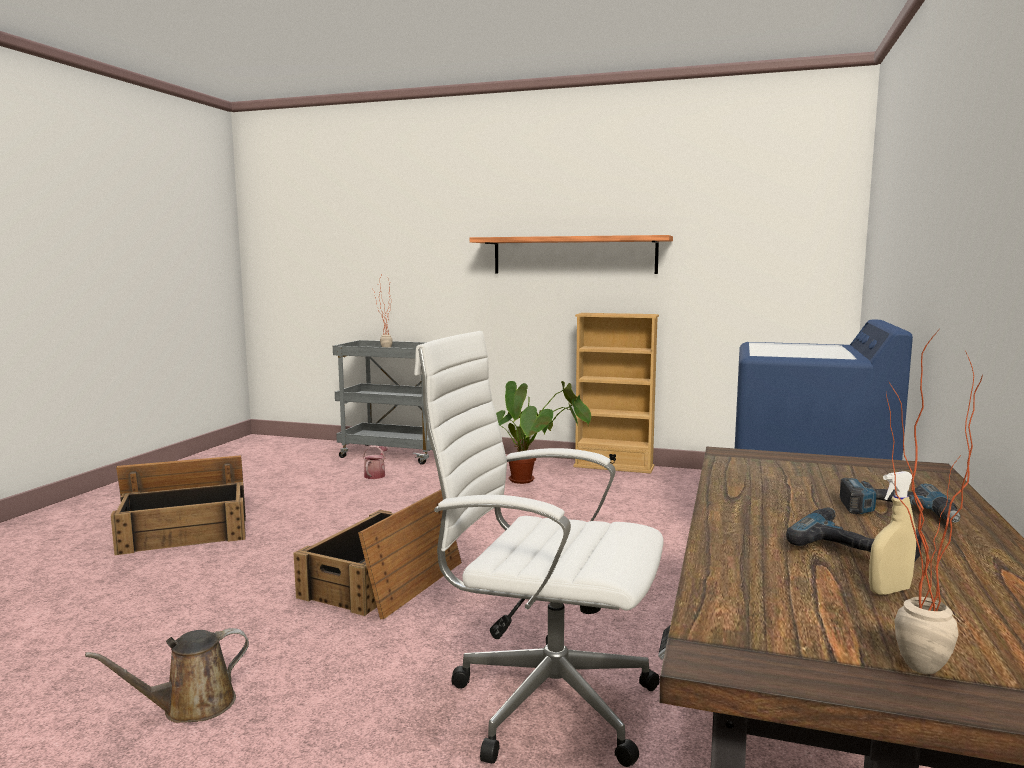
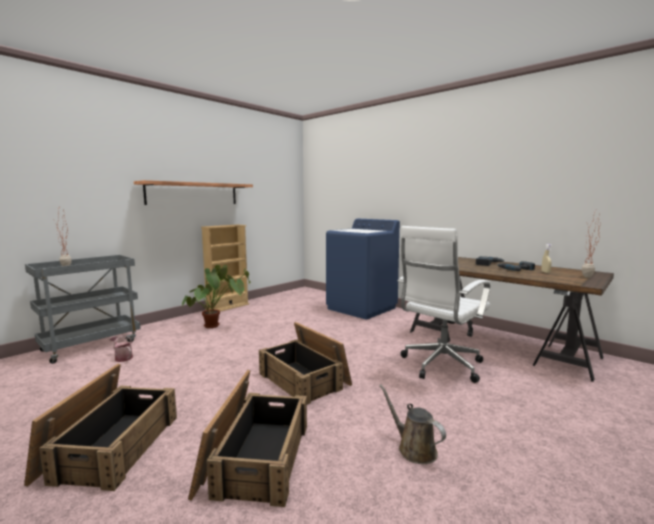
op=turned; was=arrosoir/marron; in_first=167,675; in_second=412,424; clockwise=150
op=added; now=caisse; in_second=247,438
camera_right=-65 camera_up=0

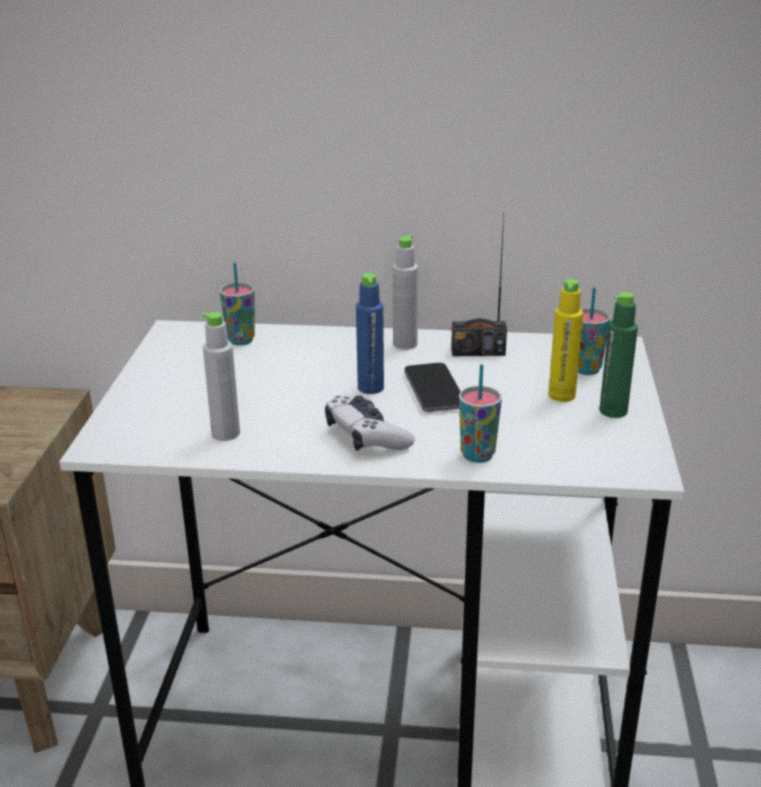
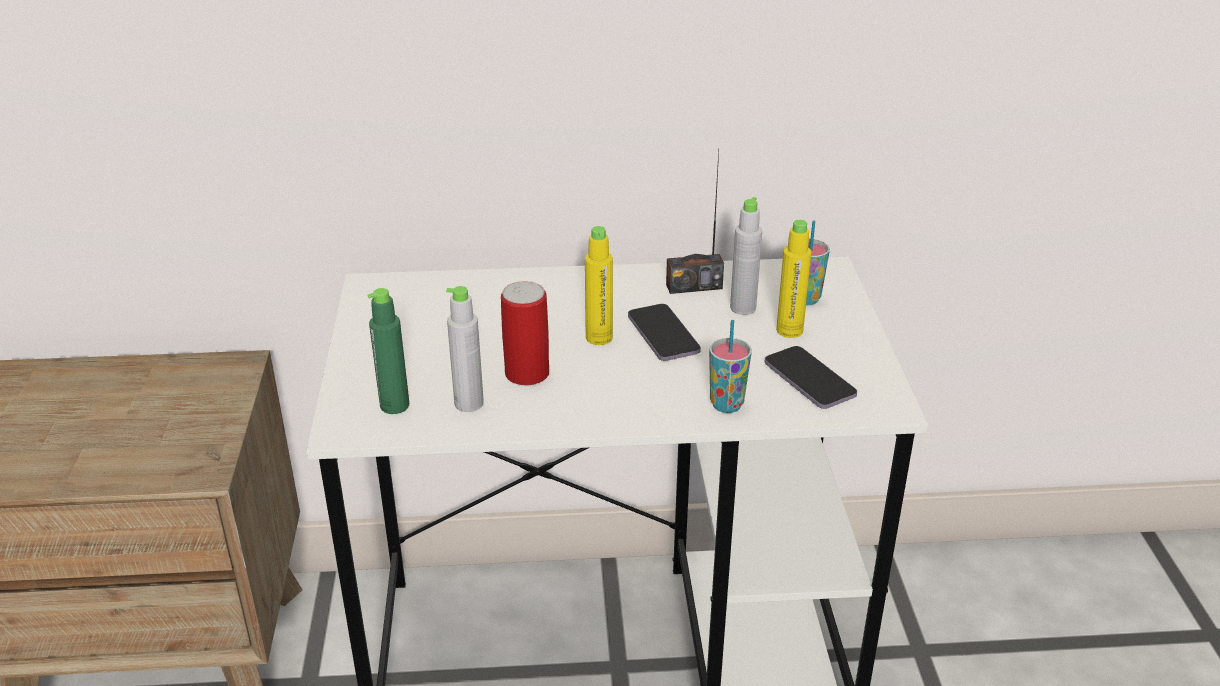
op=moved; was=bouteille/gris; in_first=405,292; in_second=746,256
op=removed; was=tasse; in_first=237,304
op=recoloured; was=bouteille/bleu; now=bouteille/jaune; in_first=370,333; in_second=599,285
op=moved; was=bouteille/vert; in_first=619,355; in_second=388,351
op=removed; was=manette; in_first=370,423
op=added; now=boîte métallique; in_second=525,333
op=added; now=téléphone; in_second=811,377
camera_right=-10 camera_up=5

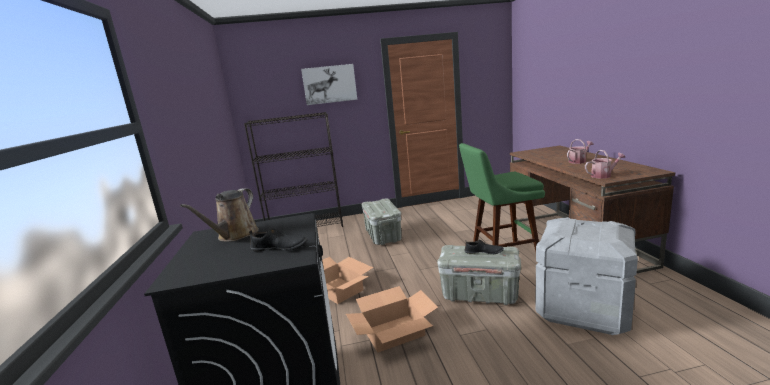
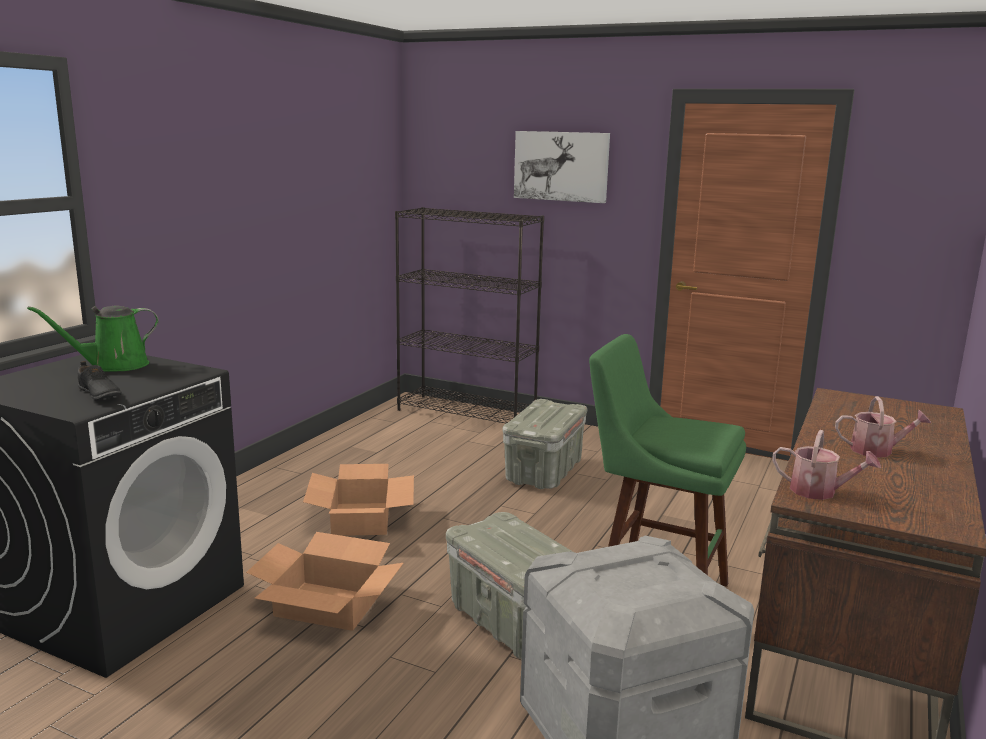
op=recoloured; was=arrosoir/marron; now=arrosoir/vert; in_first=219,215; in_second=93,339
op=removed; was=chaussure/noir; in_first=484,246
camera_right=35 camera_up=0

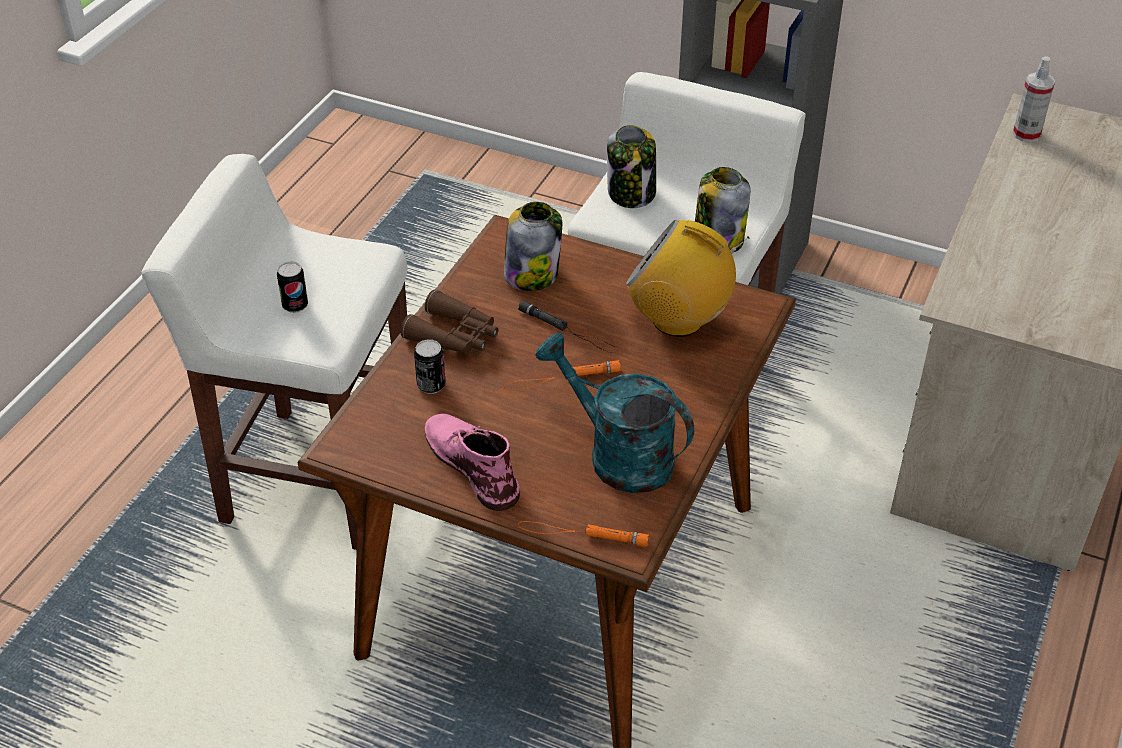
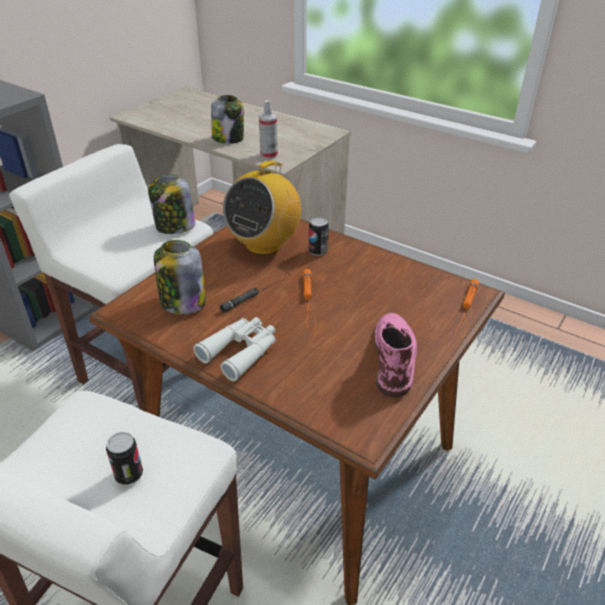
op=moved; was=vaporisateur; in_first=1034,99; in_second=268,129
op=moved; was=bocal; in_first=631,166; in_second=227,119
op=recoloured; was=jumelles/marron; now=jumelles/blanc; in_first=449,322; in_second=234,349
op=removed; was=arrosoir/turquoise; in_first=614,413
op=moved; was=boîte métallique; in_first=429,366; in_second=319,236
op=turned; was=botte/rose; in_first=472,462; in_second=395,355; clockwise=120
camera_right=-80 camera_up=-5

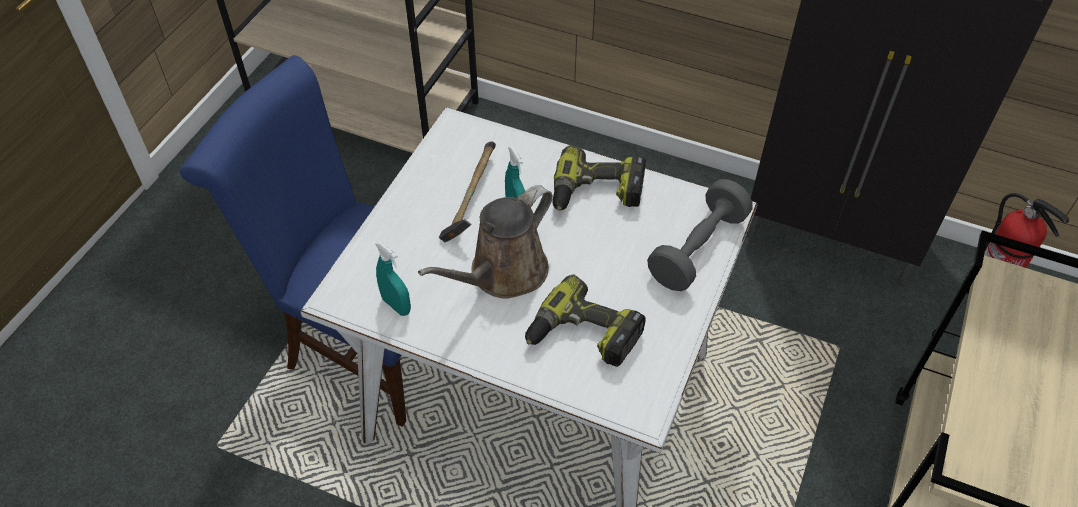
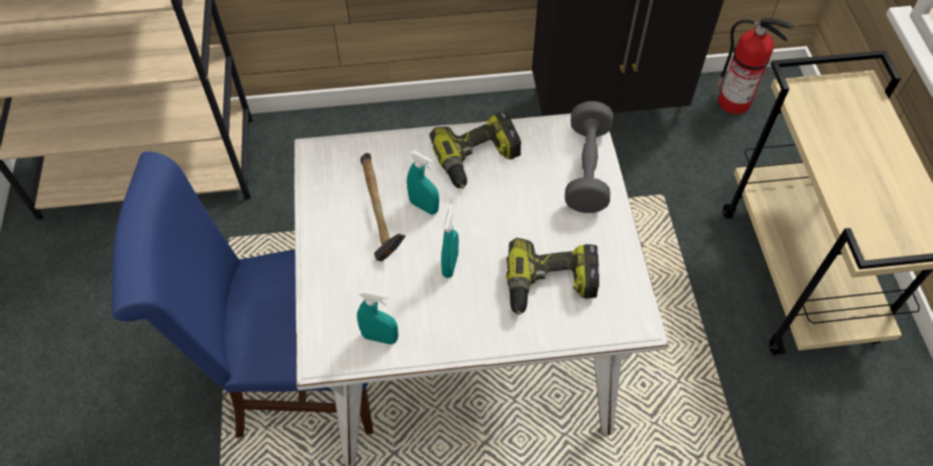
op=replaced; was=arrosoir/marron; now=vaporisateur/turquoise; in_first=485,242; in_second=450,241
camera_right=-30 camera_up=5

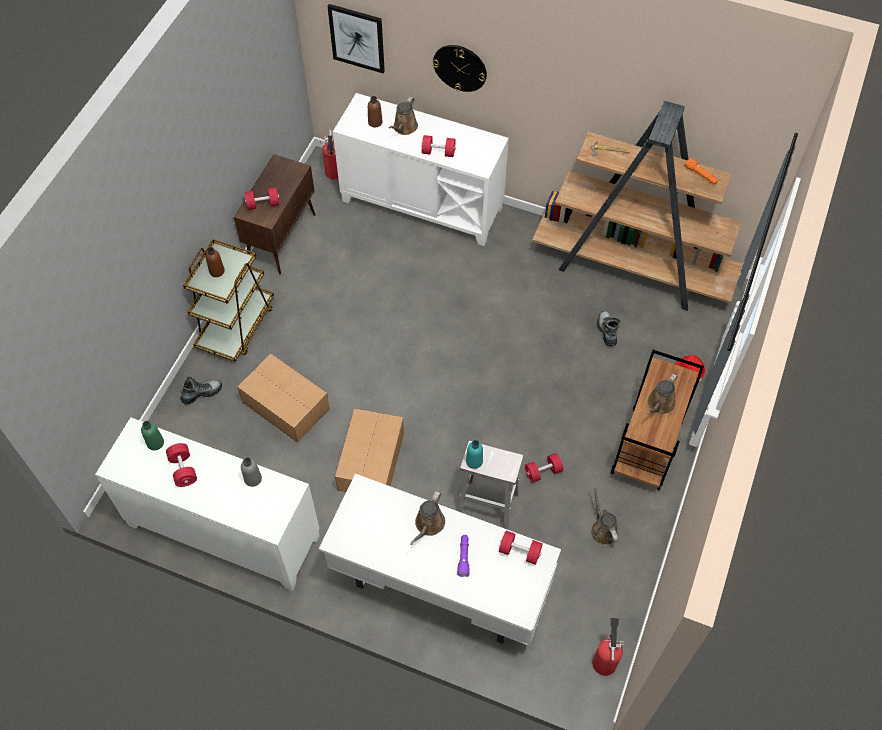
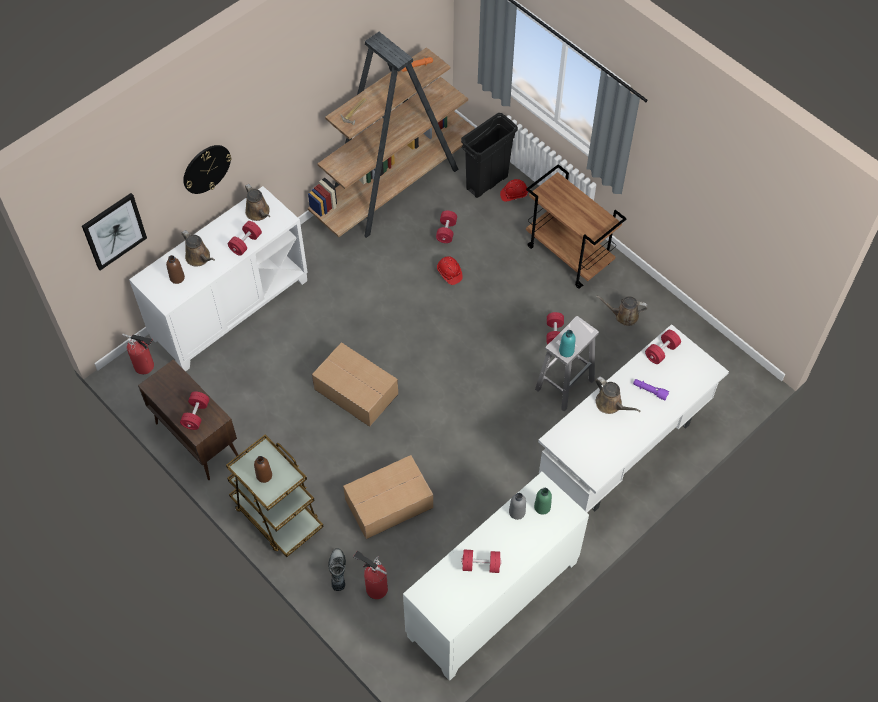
op=replaced; was=botte; now=haltère/rouge; in_first=608,328; in_second=446,227
op=moved; was=arrosoir/marron; in_first=661,394; in_second=257,202
op=moved; was=carton; in_first=369,450; in_second=355,384
op=moved; was=bouteille/vert; in_first=152,435; in_second=543,501
op=moved; was=extincteur; in_first=610,647; in_second=370,574
op=added; now=poubelle/noir; in_second=489,155
op=added; now=casque de chantier/rouge; in_second=450,270
camera_right=-65 camera_up=0

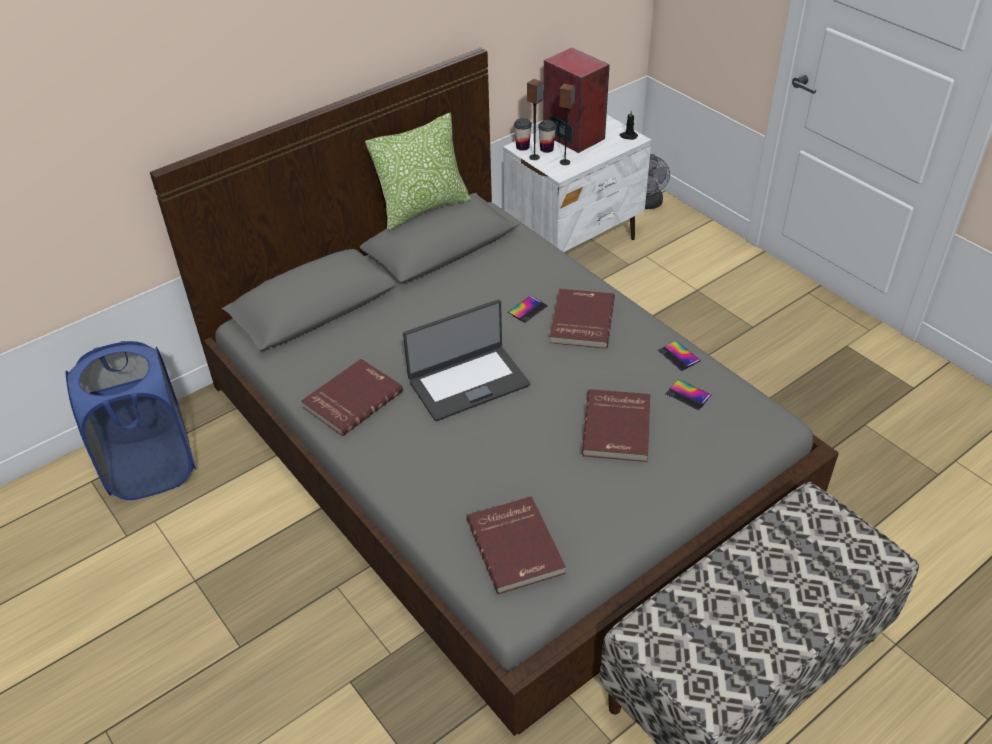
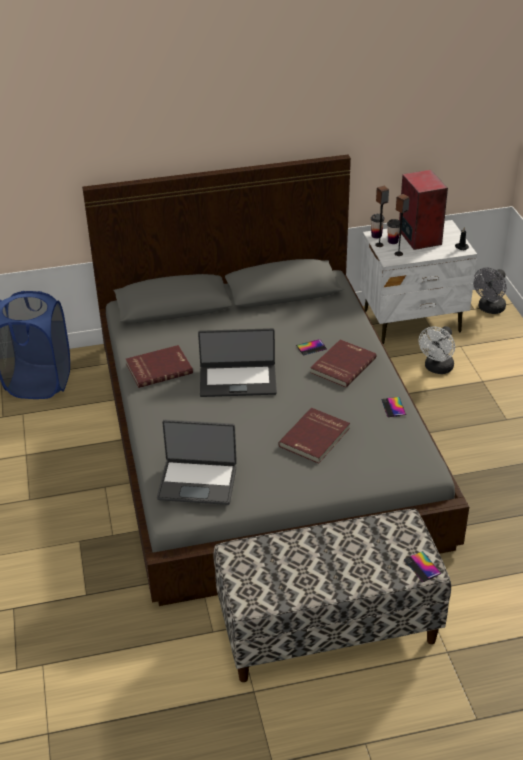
op=removed; was=coussin; in_first=417,171
op=moved; was=téléphone; in_first=688,394; in_second=423,566
op=replaced; was=livre/rouge; now=ordinateur portable; in_first=516,545; in_second=197,462
op=added; now=ventilateur/blanc; in_second=437,350
camera_right=25 camera_up=-5

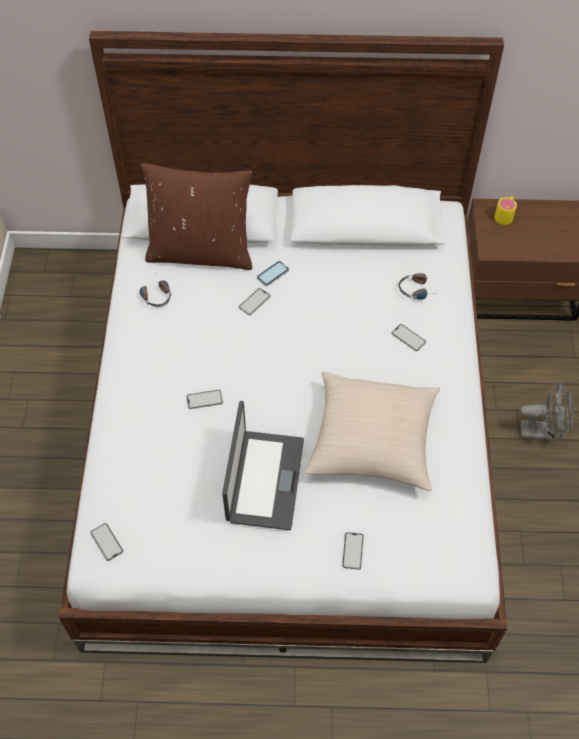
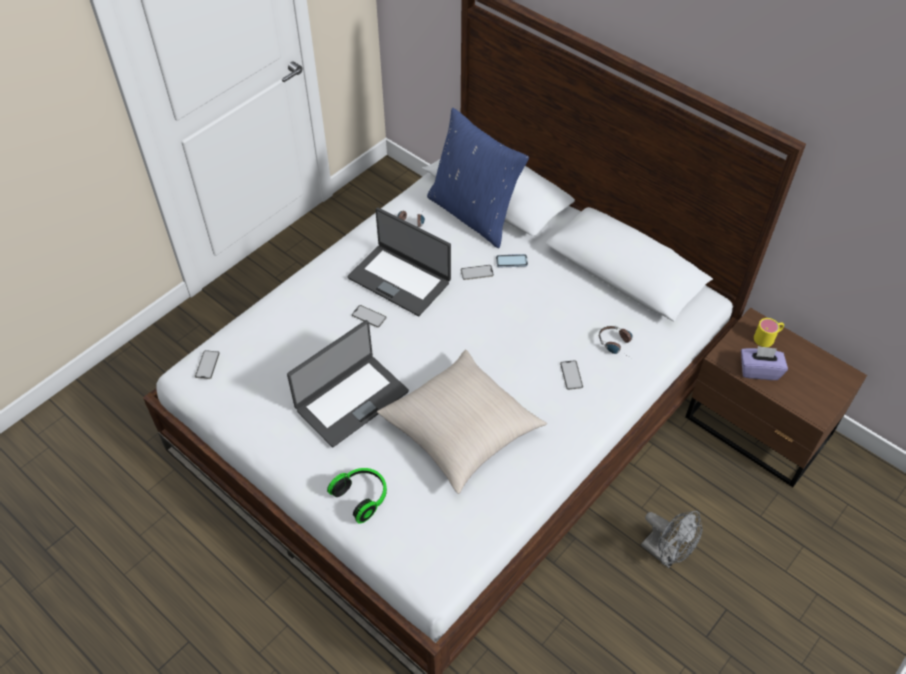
op=recoloured; was=coussin/marron; now=coussin/bleu; in_first=196,216; in_second=478,178
op=replaced; was=téléphone; now=casque audio; in_first=353,551; in_second=357,496
op=added; now=ordinateur portable; in_second=399,261
op=added; now=boîte à mouchoirs/violet; in_second=764,363
camera_right=40 camera_up=-5

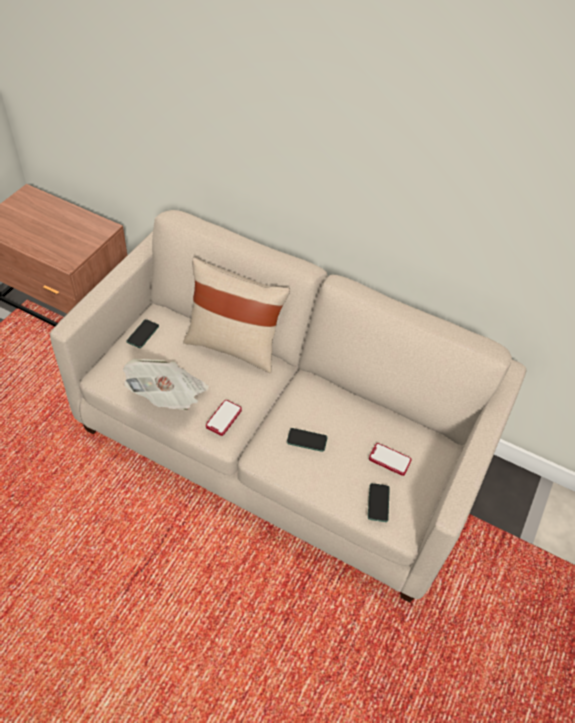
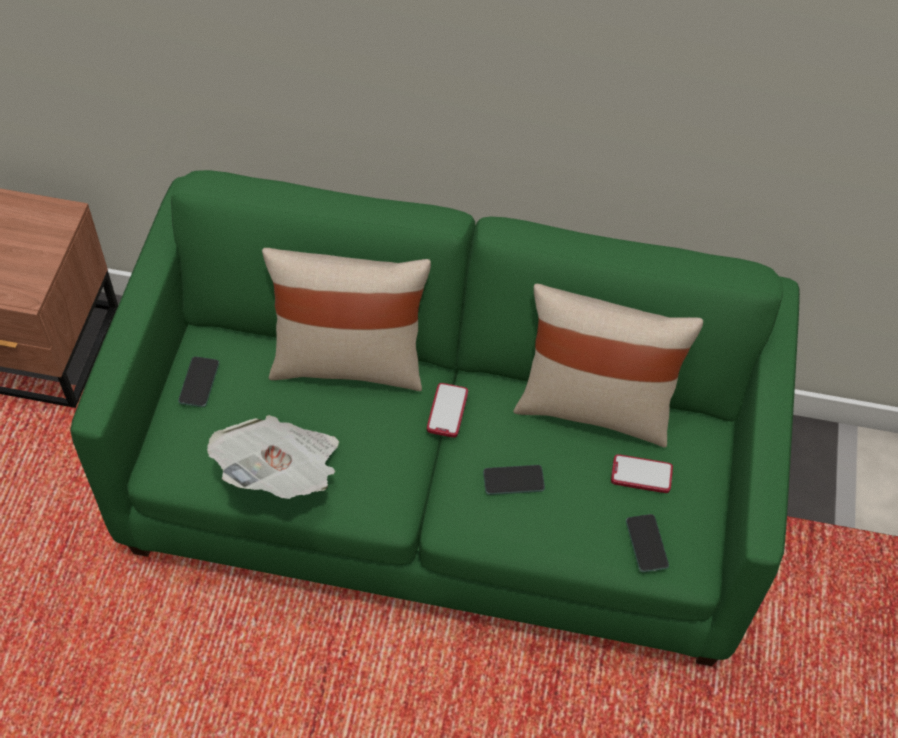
op=recoloured; was=canapé/beige; now=canapé/vert; in_first=288,406; in_second=435,418
op=moved; was=téléphone; in_first=224,418; in_second=447,410
op=added; now=coussin/beige; in_second=608,366
camera_right=-15 camera_up=5

